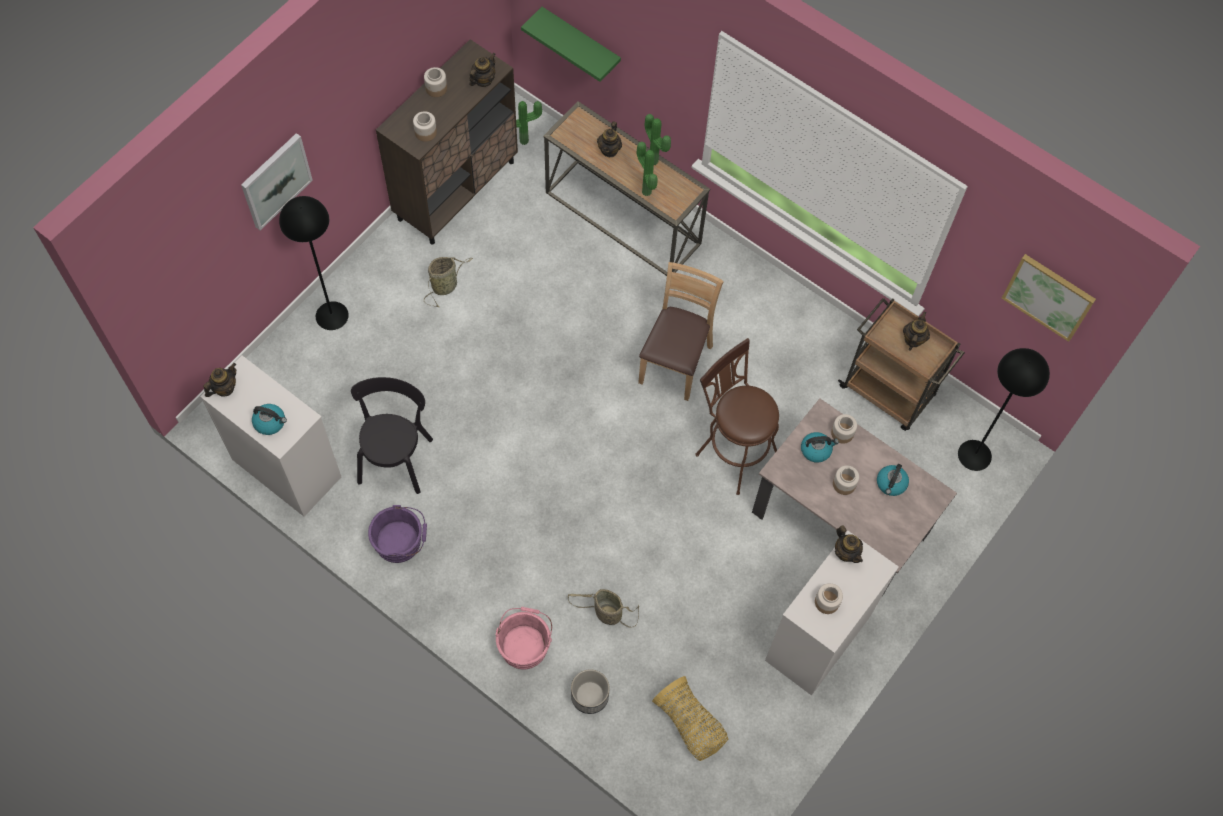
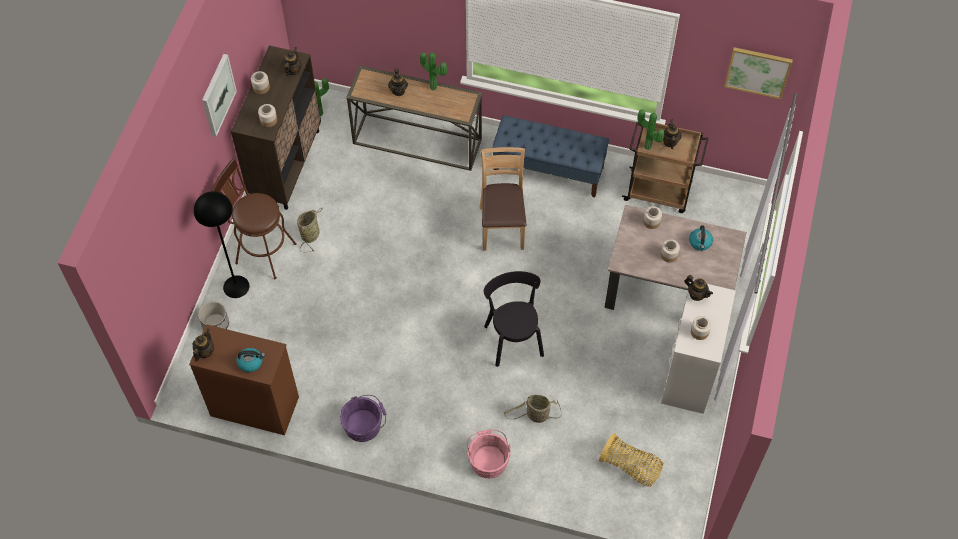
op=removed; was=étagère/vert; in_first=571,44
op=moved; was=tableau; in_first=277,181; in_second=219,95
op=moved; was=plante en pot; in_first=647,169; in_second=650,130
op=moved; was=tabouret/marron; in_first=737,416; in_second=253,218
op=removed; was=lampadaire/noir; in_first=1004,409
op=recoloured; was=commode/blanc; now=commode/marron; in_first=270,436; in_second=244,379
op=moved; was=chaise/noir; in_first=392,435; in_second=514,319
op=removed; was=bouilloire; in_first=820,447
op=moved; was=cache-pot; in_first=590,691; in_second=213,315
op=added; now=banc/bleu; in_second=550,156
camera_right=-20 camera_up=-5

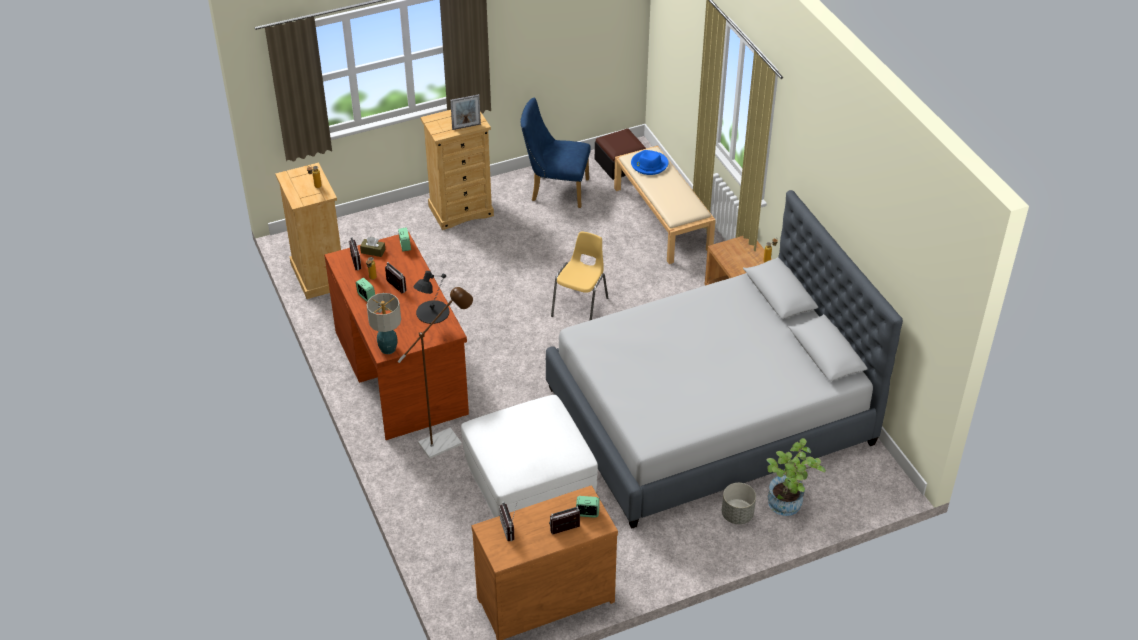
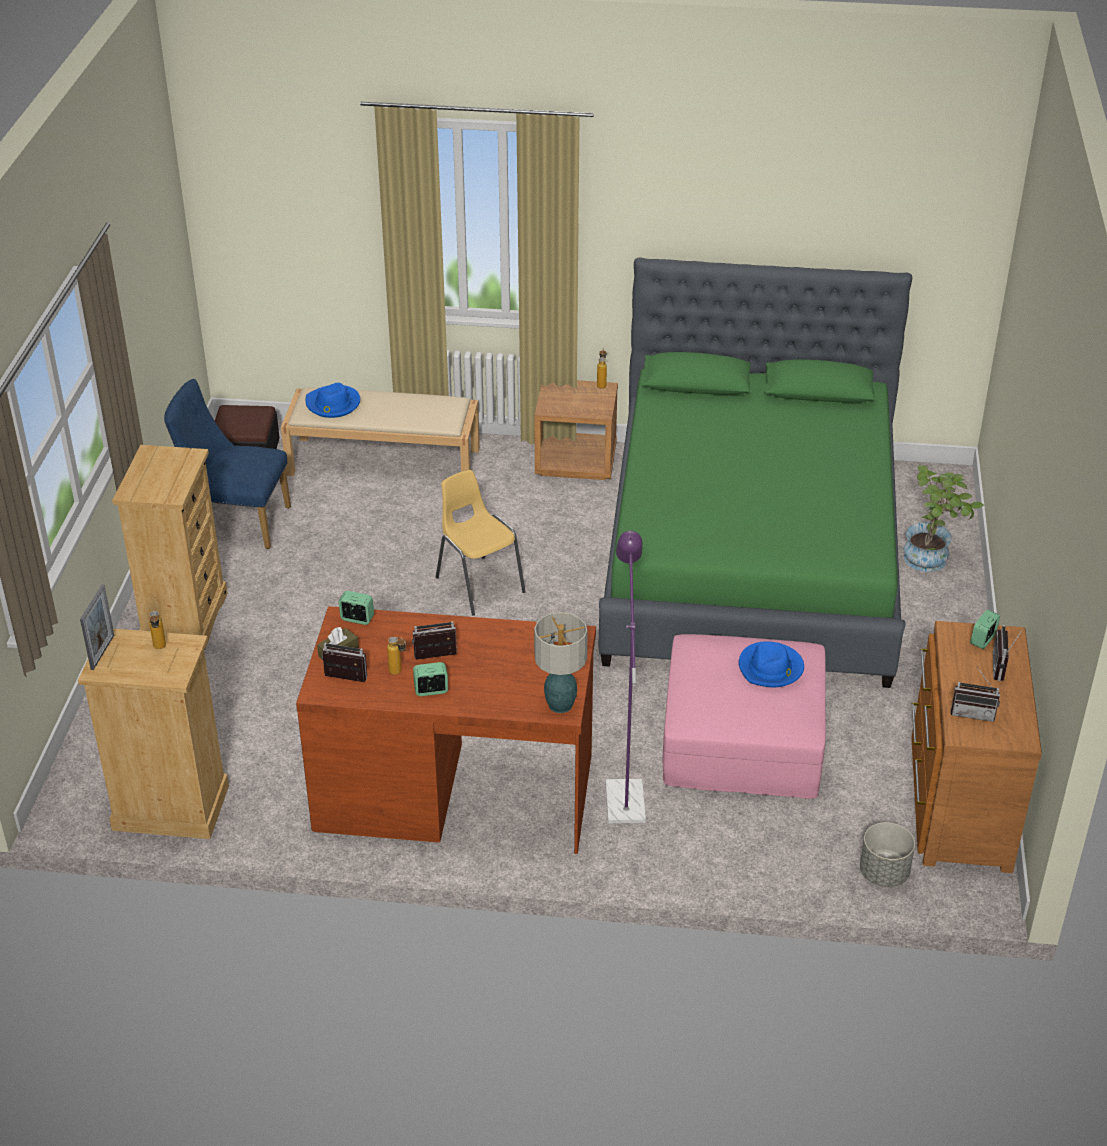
op=moved; was=cadre photo; in_first=465,112; in_second=97,627
op=turned; was=chaise/bleu; in_first=555,153; in_second=227,464; clockwise=60
op=recoloured; was=lit/gris; now=lit/vert; in_first=724,359; in_second=755,472
op=removed; was=lampe de table/noir; in_first=431,297
op=recoloured; was=lampadaire/marron; now=lampadaire/violet; in_first=435,373; in_second=626,677
op=recoloured; was=pouf/blanc; now=pouf/rose; in_first=529,456; in_second=744,716
op=moved; was=cache-pot/gris; in_first=739,503; in_second=887,854
op=added; now=chapeau/bleu; in_second=771,664
camera_right=-60 camera_up=-5

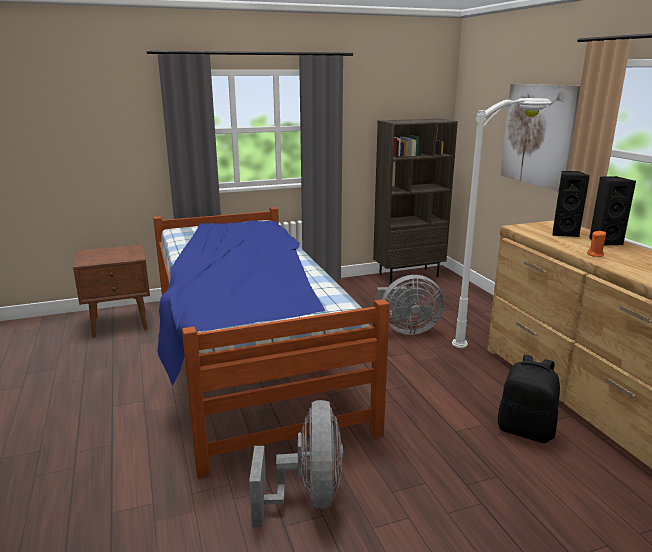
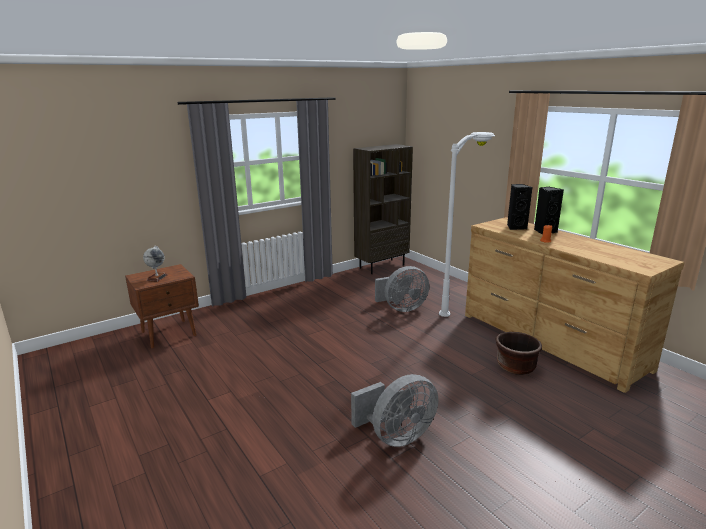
op=removed; was=tableau; in_first=540,137
op=removed; was=lit; in_first=271,343
op=replaced; was=sac à dos/noir; now=cache-pot/marron; in_first=529,399; in_second=518,353
op=turned; was=ventilateur/gris; in_first=296,463; in_second=394,410; clockwise=75
op=added; now=globe; in_second=155,264
camera_right=-15 camera_up=0

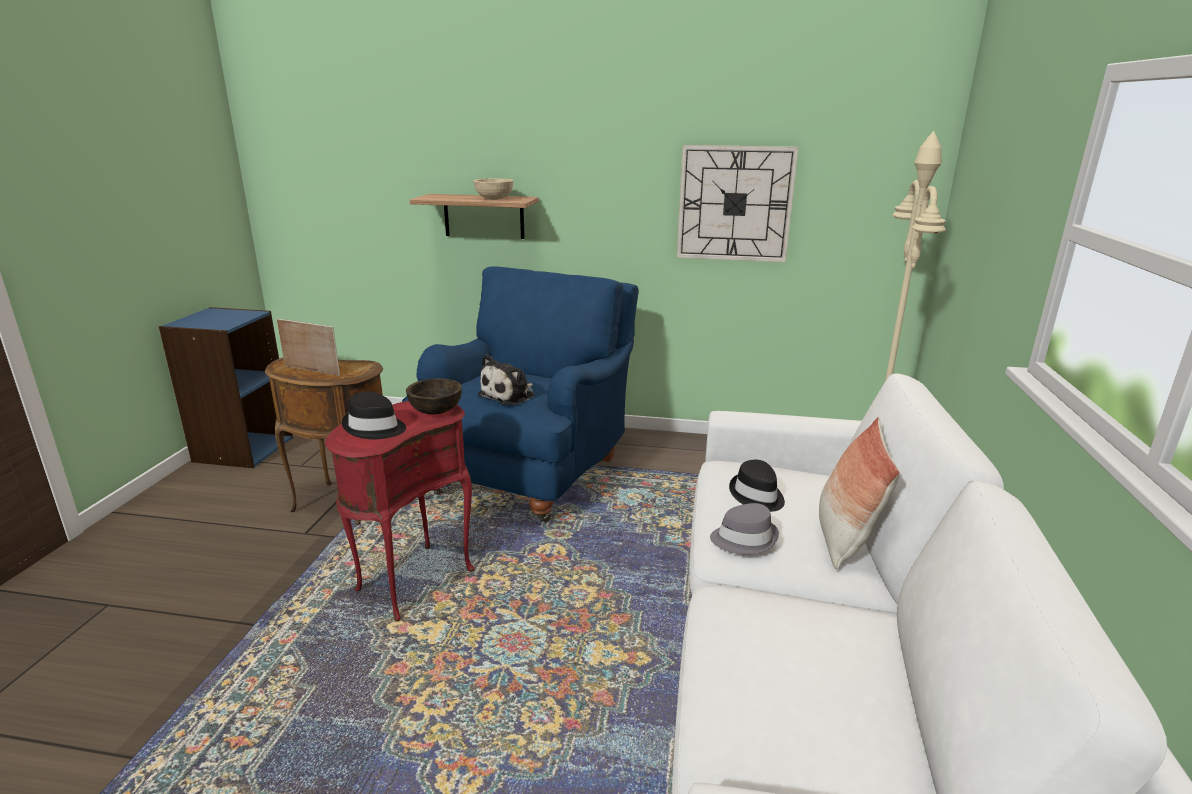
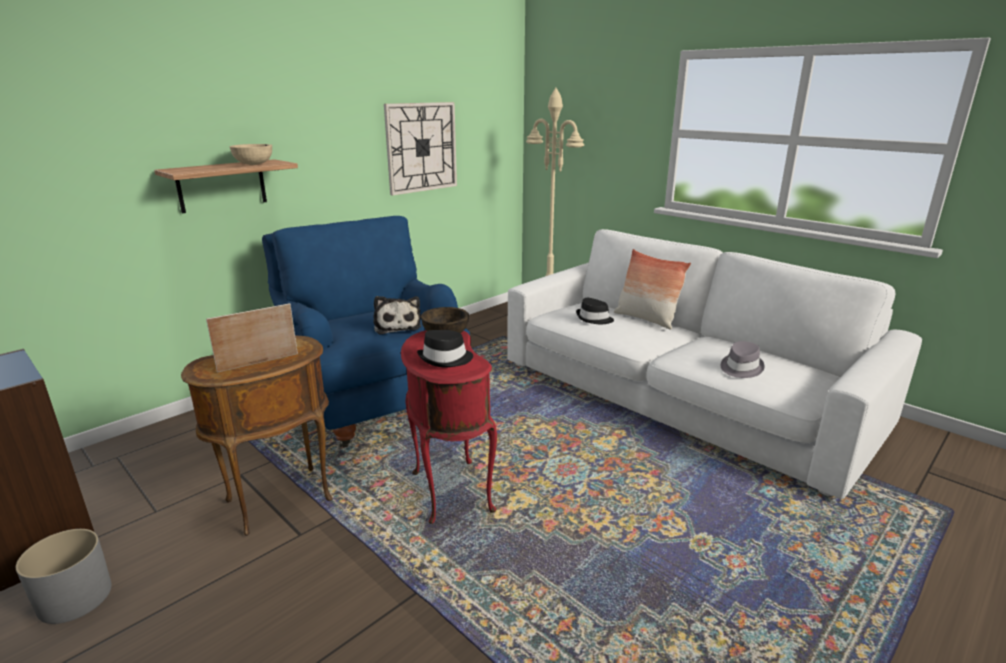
op=moved; was=chapeau/gris; in_first=744,529; in_second=742,359
op=added; now=cache-pot/gris; in_second=64,576
camera_right=-55 camera_up=0

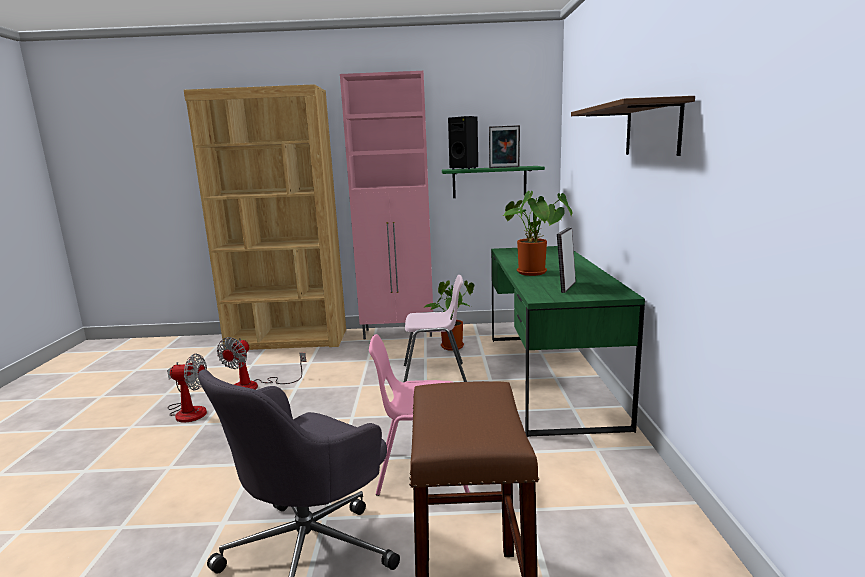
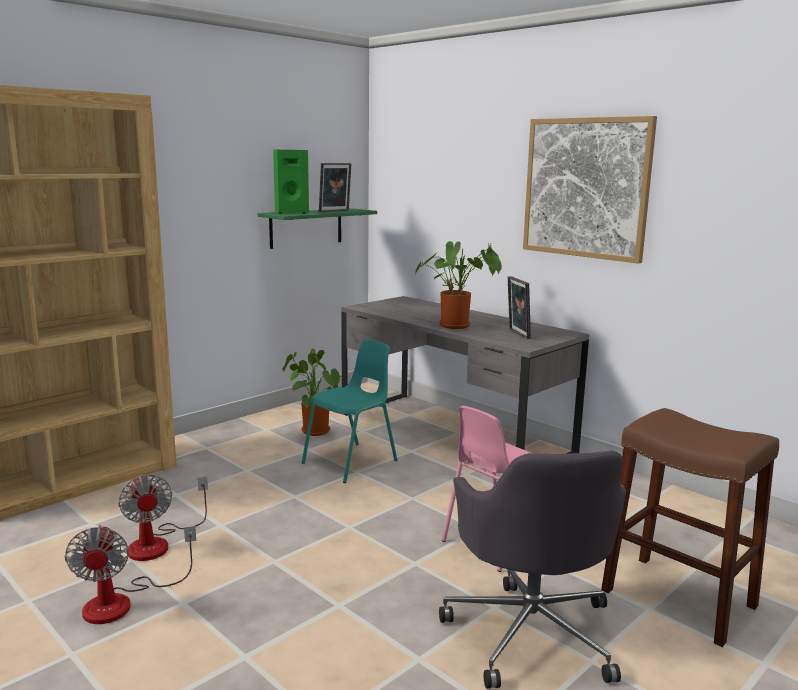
op=removed; was=meuble de rangement/rose; in_first=386,205
op=replaced; was=étagère/marron; now=tableau; in_first=633,126; in_second=590,190
op=recoloured; was=enceinte/noir; now=enceinte/vert; in_first=463,143; in_second=291,182
op=recoloured; was=bureau/vert; now=bureau/gris; in_first=568,341; in_second=465,375
op=recoloured; was=chaise/rose; now=chaise/turquoise; in_first=435,329; in_second=349,411
op=turned; was=ventilateur; in_first=187,388; in_second=130,574; clockwise=120
camera_right=-45 camera_up=0

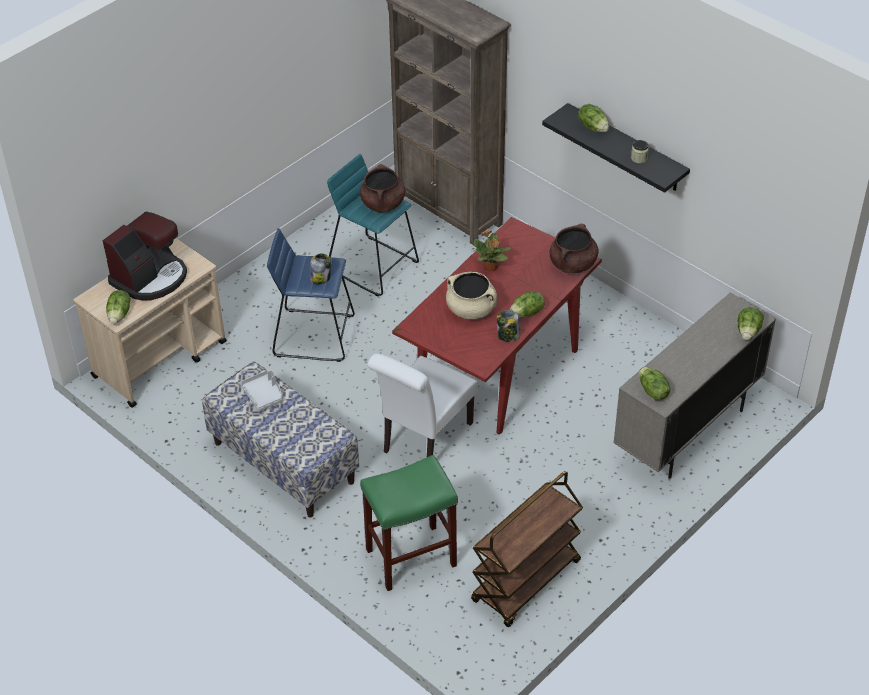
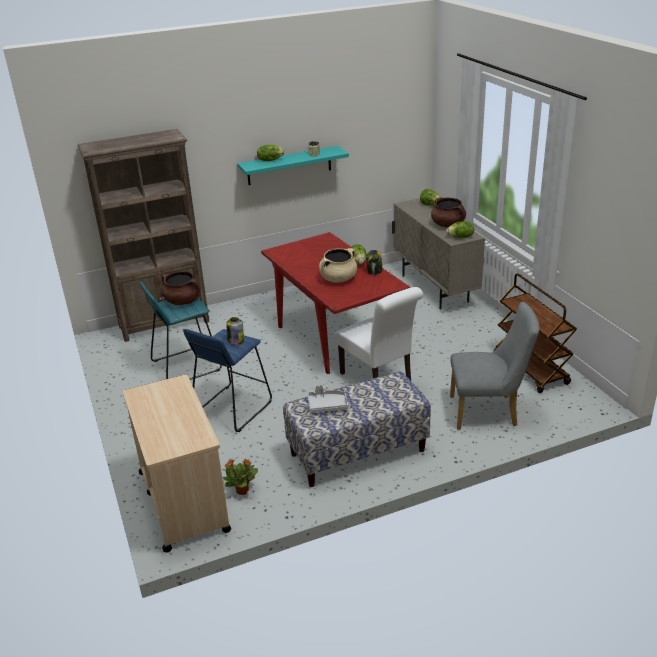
op=recoloured; was=étagère/noir; now=étagère/turquoise; in_first=616,148; in_second=293,165
op=removed; was=machine à café; in_first=145,256
op=moved; was=marmite/marron; in_first=573,248; in_second=448,212
op=moved; was=plante en pot; in_first=492,250; in_second=240,477
op=removed; was=laitue; in_first=118,307
op=replaced; was=tabouret/vert; now=chaise/gris; in_first=409,523; in_second=494,365
camera_right=-65 camera_up=-15

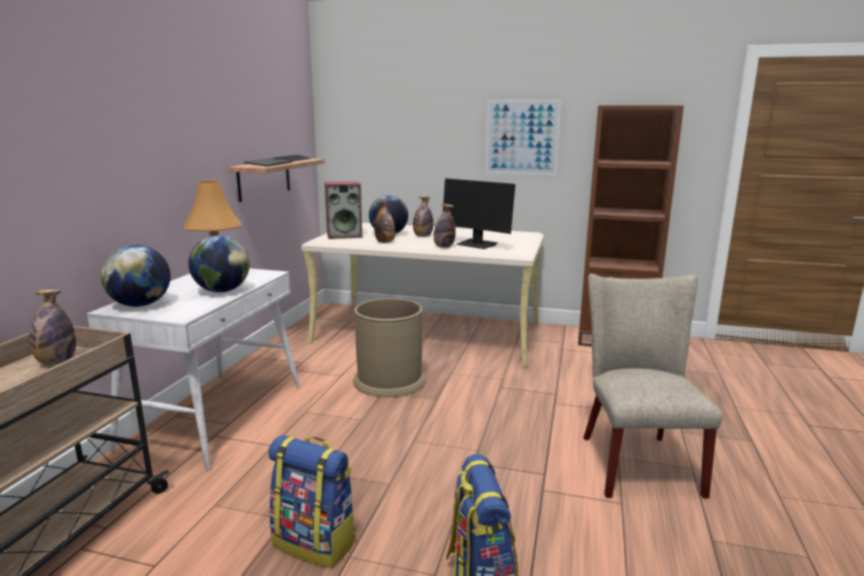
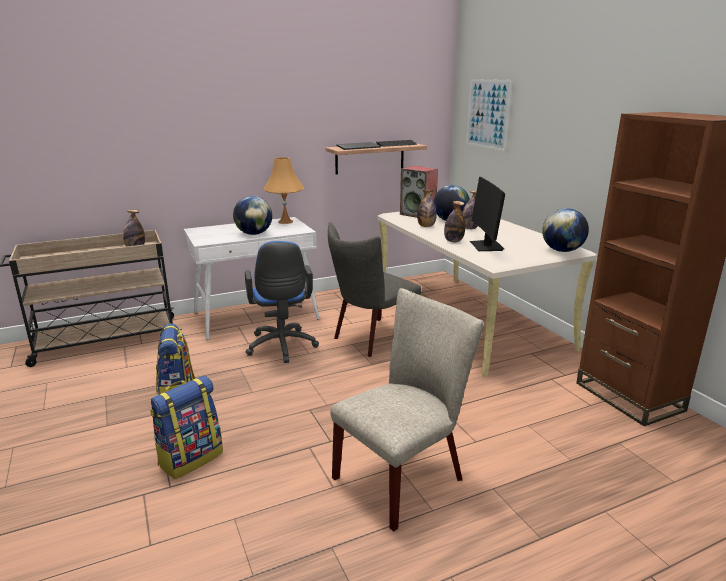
op=moved; was=tableau; in_first=523,137; in_second=489,115
op=moved; was=globe; in_first=136,276; in_second=565,230
op=replaced; was=poubelle/marron; now=chaise/gris; in_first=389,347; in_second=374,289
op=added; now=chaise de bureau/bleu; in_second=282,302
camera_right=50 camera_up=5

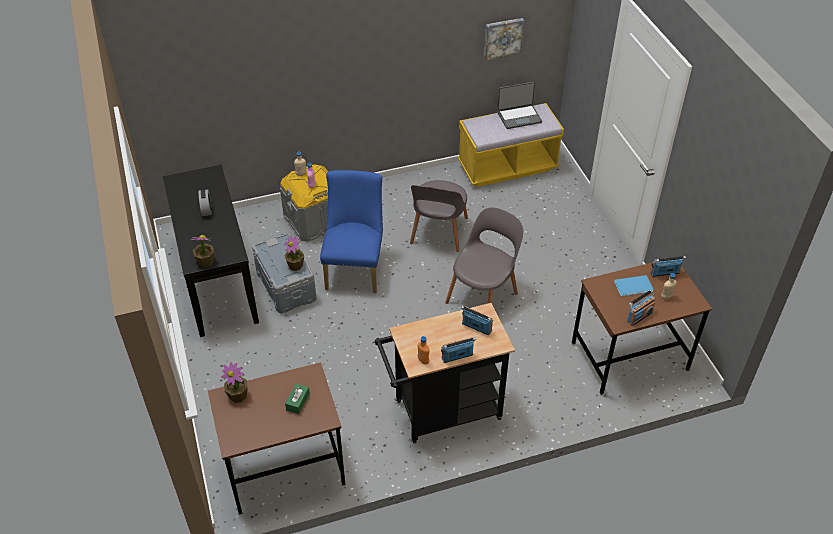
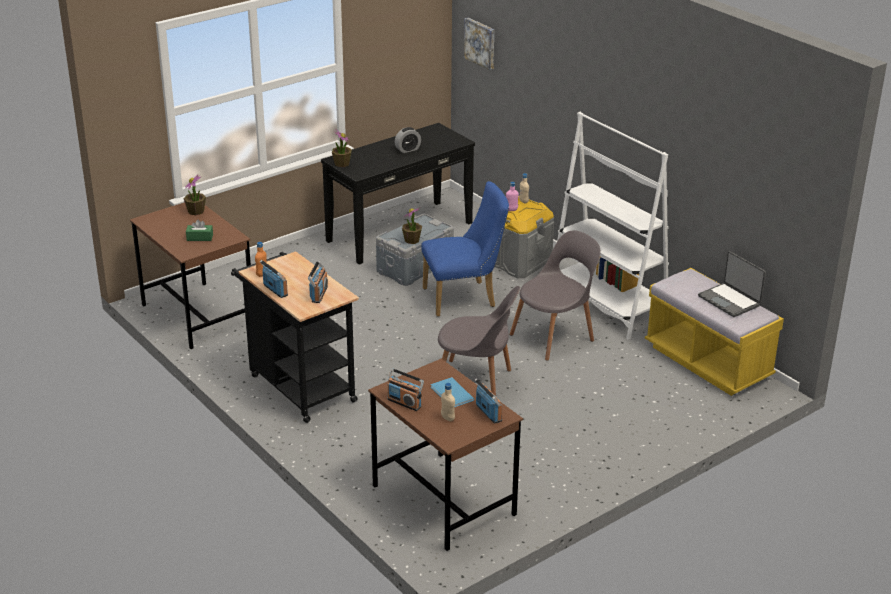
op=moved; was=tableau; in_first=504,39; in_second=479,44
op=turned; was=chaise/gris; in_first=439,216; in_second=555,295; clockwise=150
op=added; now=bibliothèque/blanc; in_second=613,226
camera_right=70 camera_up=-15

